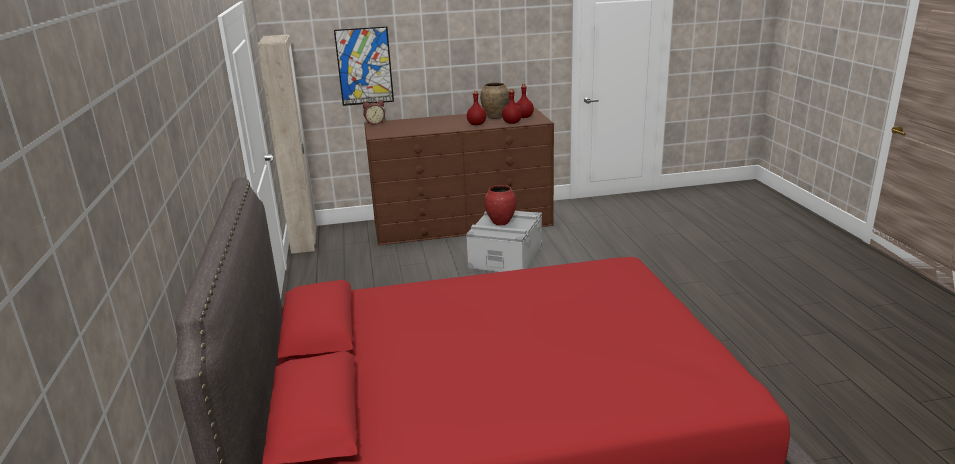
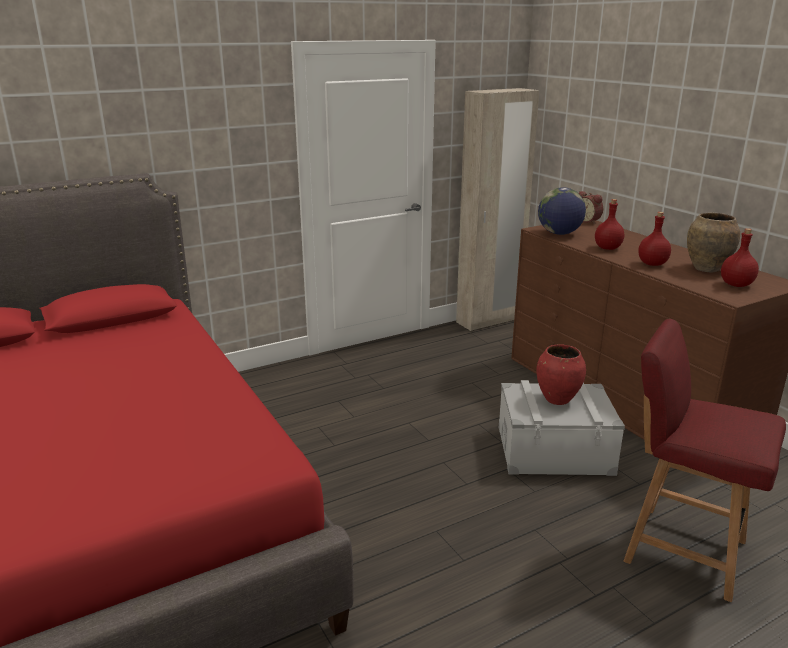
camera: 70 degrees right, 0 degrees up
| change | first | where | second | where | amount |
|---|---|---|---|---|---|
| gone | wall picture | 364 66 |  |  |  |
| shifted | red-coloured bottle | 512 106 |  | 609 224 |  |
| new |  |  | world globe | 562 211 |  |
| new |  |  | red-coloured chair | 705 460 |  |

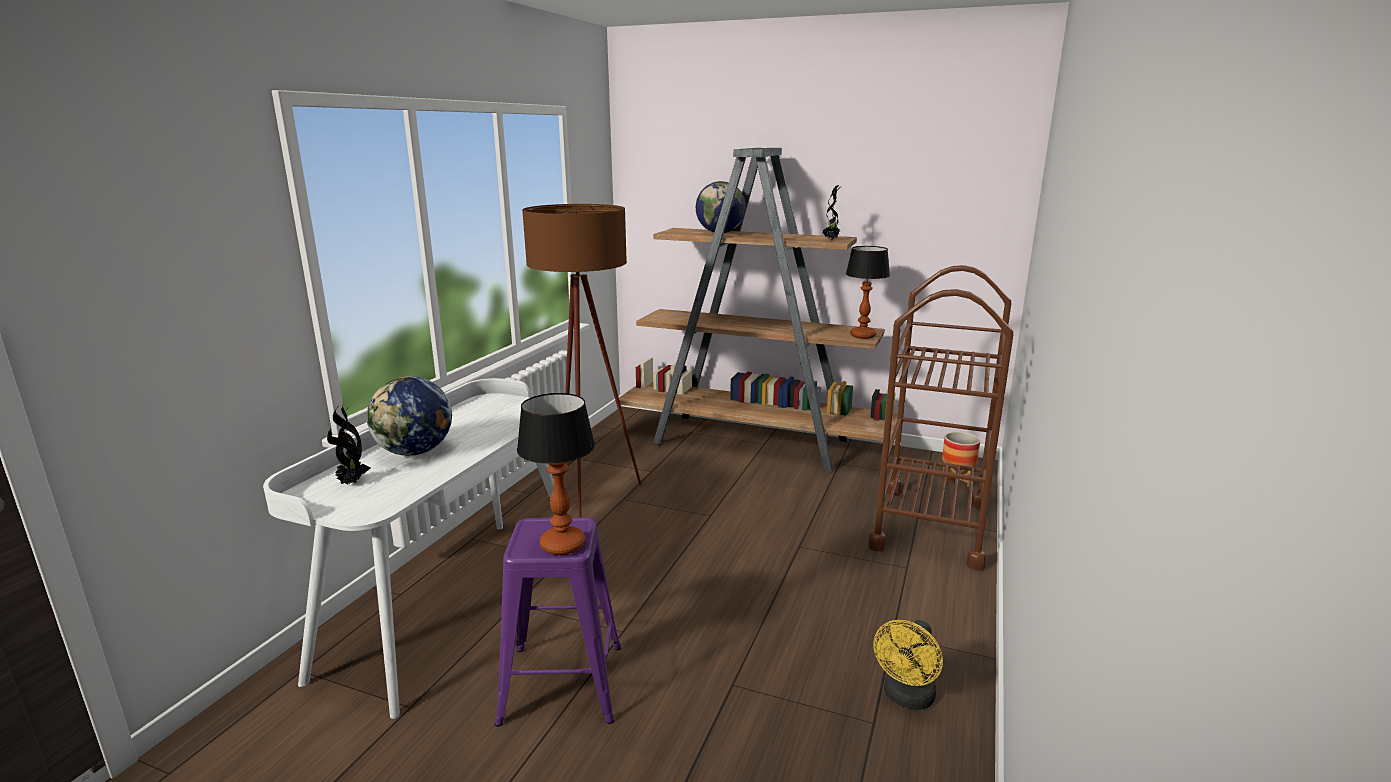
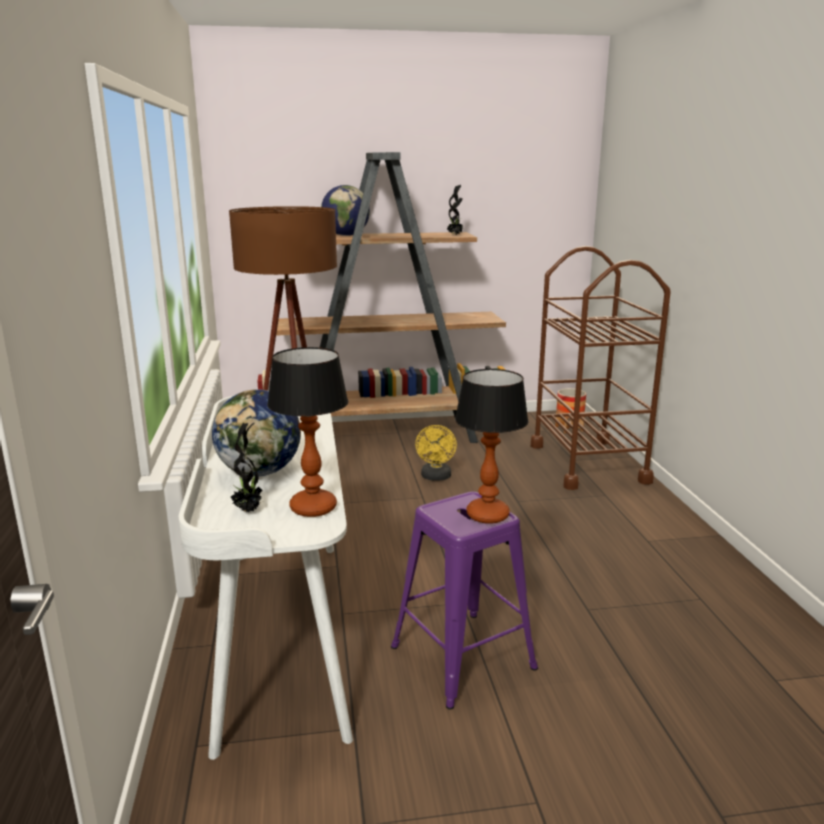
camera: 30 degrees left, 0 degrees up
| change | first | where | second | where | amount |
|---|---|---|---|---|---|
| shifted | tabletop lamp | 868 292 |  | 307 432 |  |
| shifted | yellowish fan | 908 665 |  | 436 453 |  |

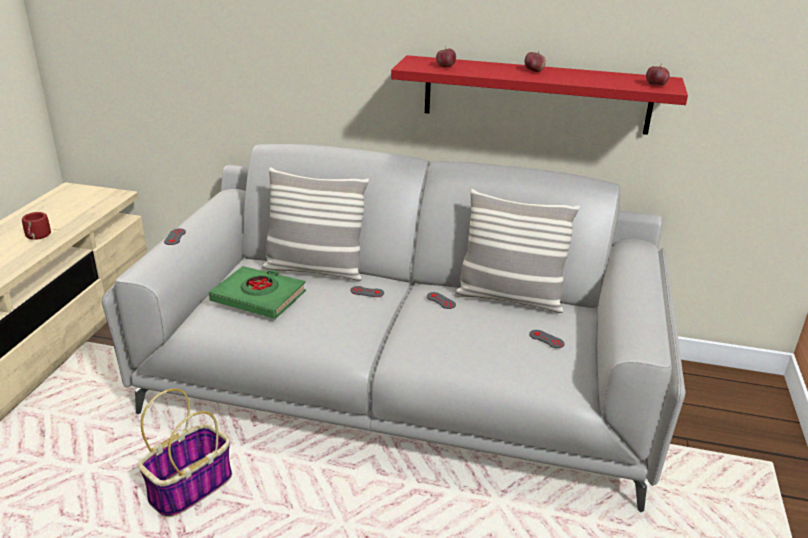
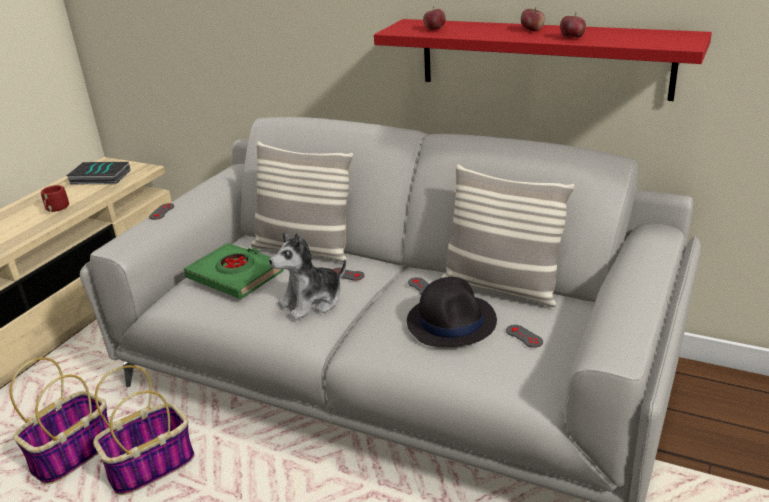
camera: 15 degrees right, 0 degrees up
| change | first | where | second | where | amount |
|---|---|---|---|---|---|
| shifted | apple | 657 75 |  | 573 26 |  |
| new |  |  | storage basket | 59 420 |  |
| new |  |  | book | 98 173 |  |
| new |  |  | plush toy | 307 276 |  |
| new |  |  | black-coloured wearable hat | 452 312 |  |

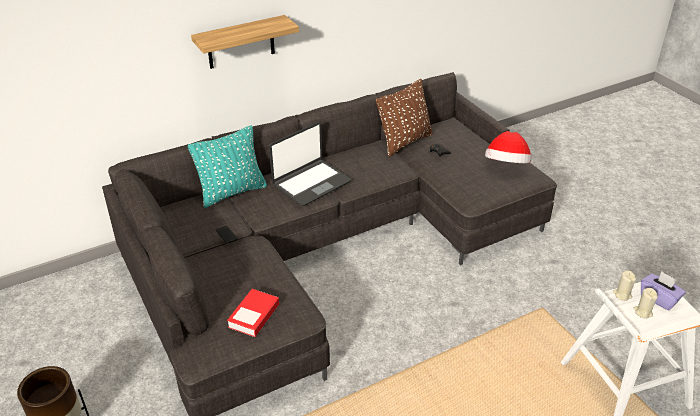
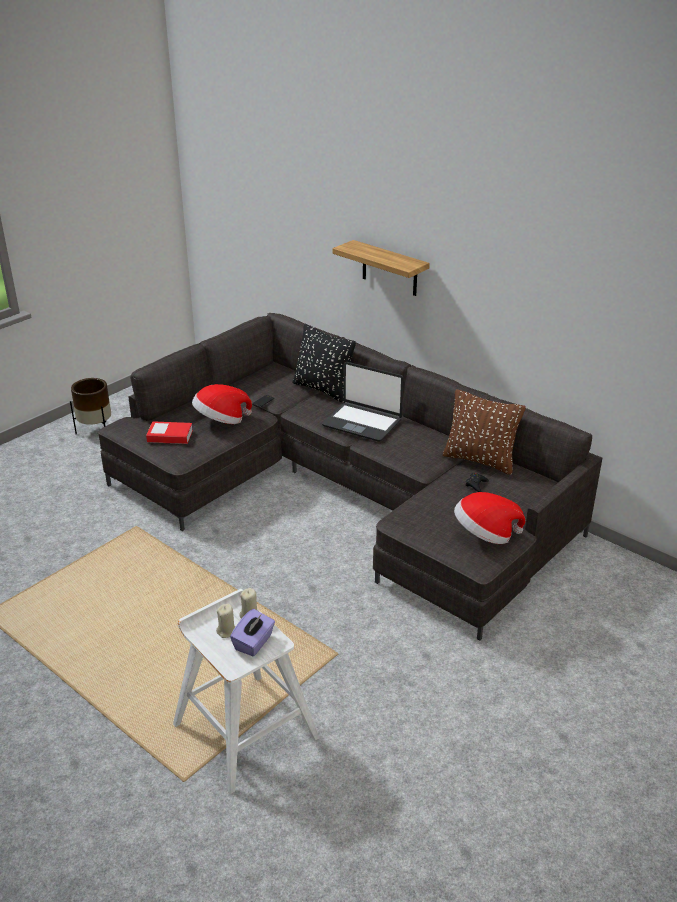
camera: 70 degrees right, 5 degrees down
| change | first | where | second | where | amount |
|---|---|---|---|---|---|
| repainted | turquoise cushion | 227 166 | black-coloured cushion | 324 363 |  |
| new |  |  | wearable hat | 222 404 |  |

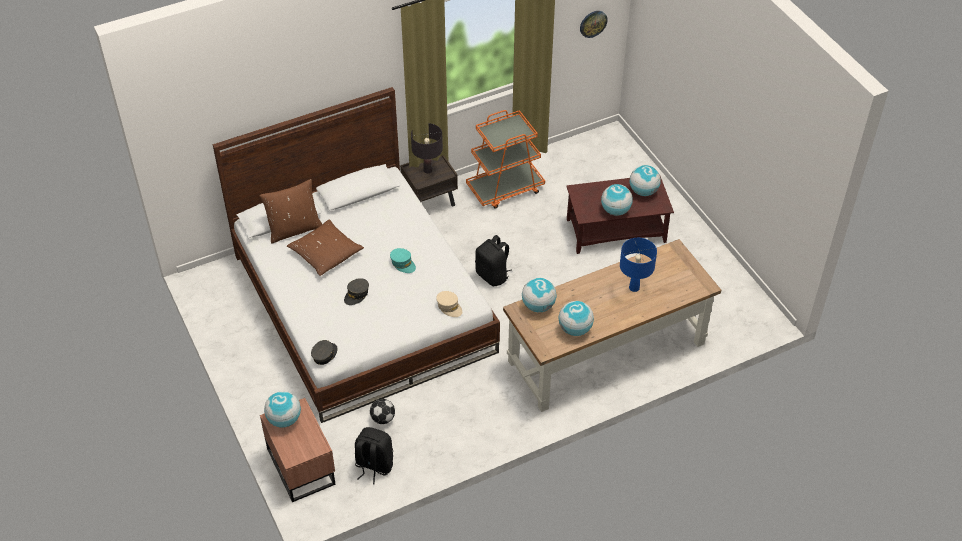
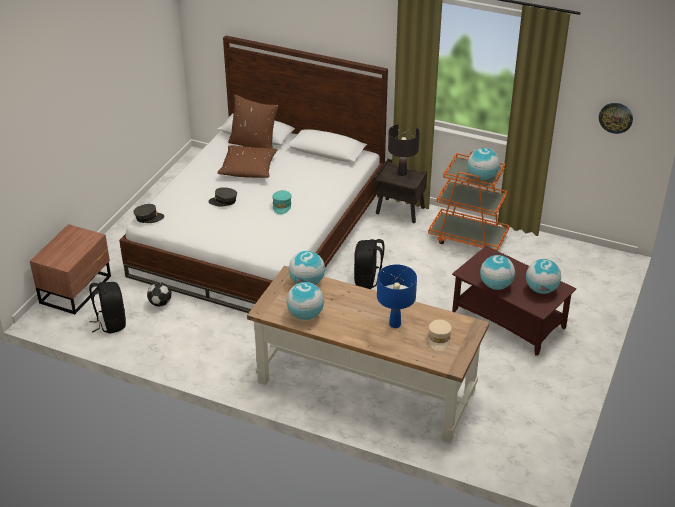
camera: 50 degrees right, 10 degrees down
| change | first | where | second | where | amount |
|---|---|---|---|---|---|
| shifted | world globe | 282 409 |  | 483 164 |  |
| shifted | sand-coloured baseball cap | 449 304 |  | 440 335 |  |

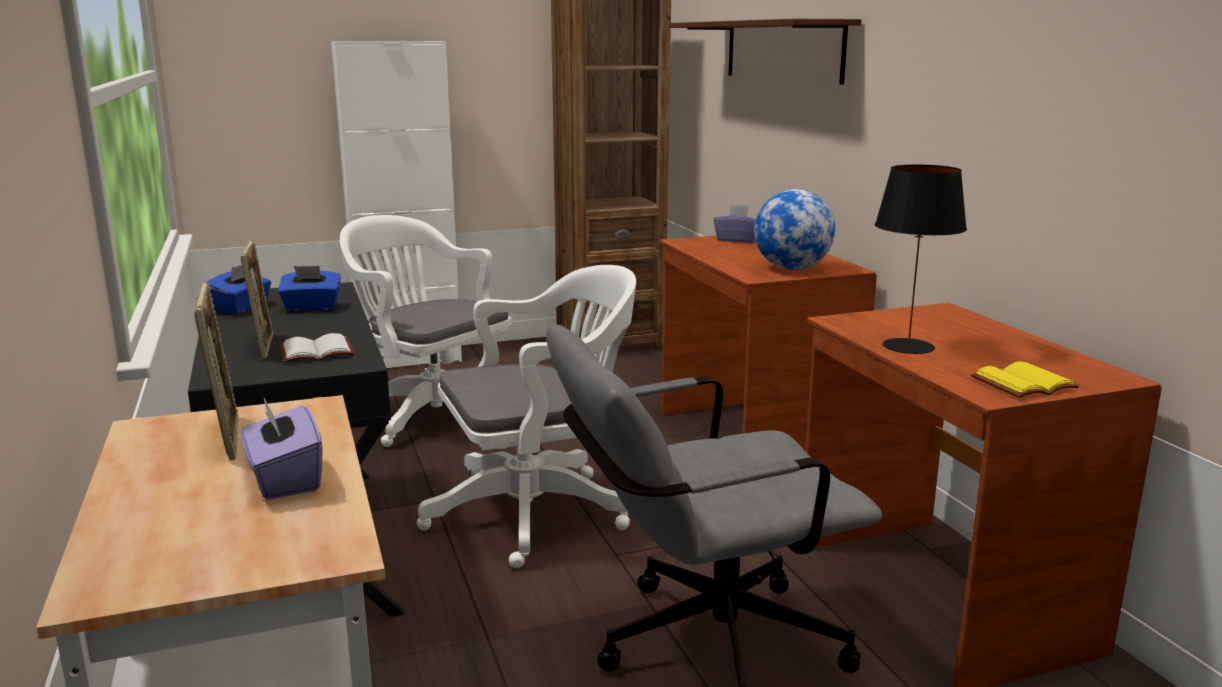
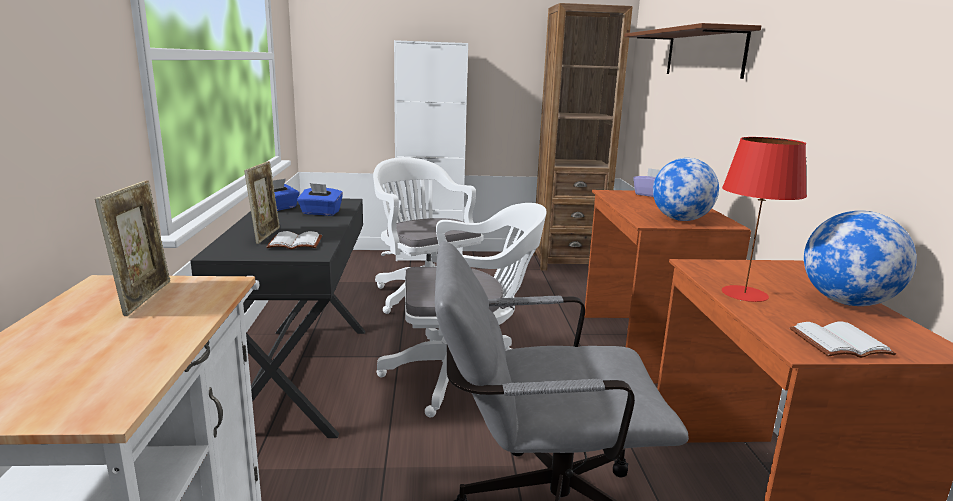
camera: 15 degrees right, 0 degrees up
| change | first | where | second | where | amount |
|---|---|---|---|---|---|
| gone | purplish tissue box | 281 449 |  |  |  |
| repainted | black-coloured tabletop lamp | 921 259 | red-coloured tabletop lamp | 764 219 |  |
| repainted | yellowish book | 1025 379 | white book | 843 339 |  |
| new |  |  | world globe | 860 258 |  |

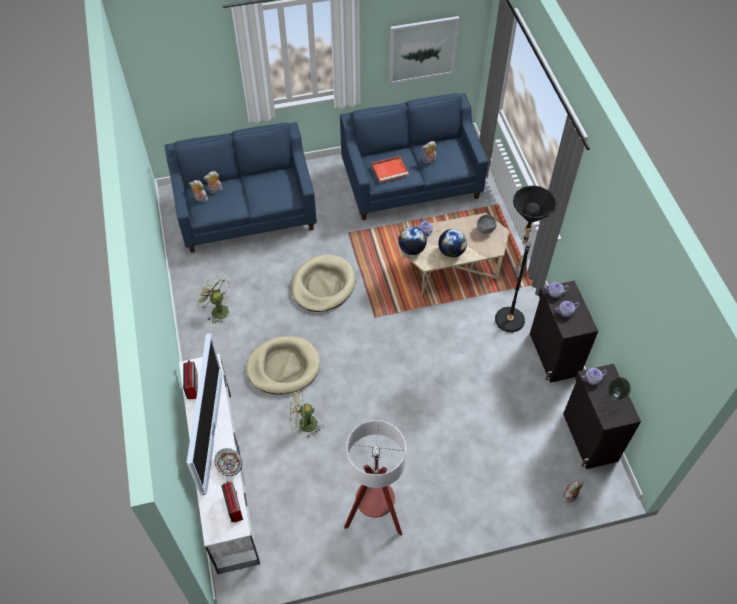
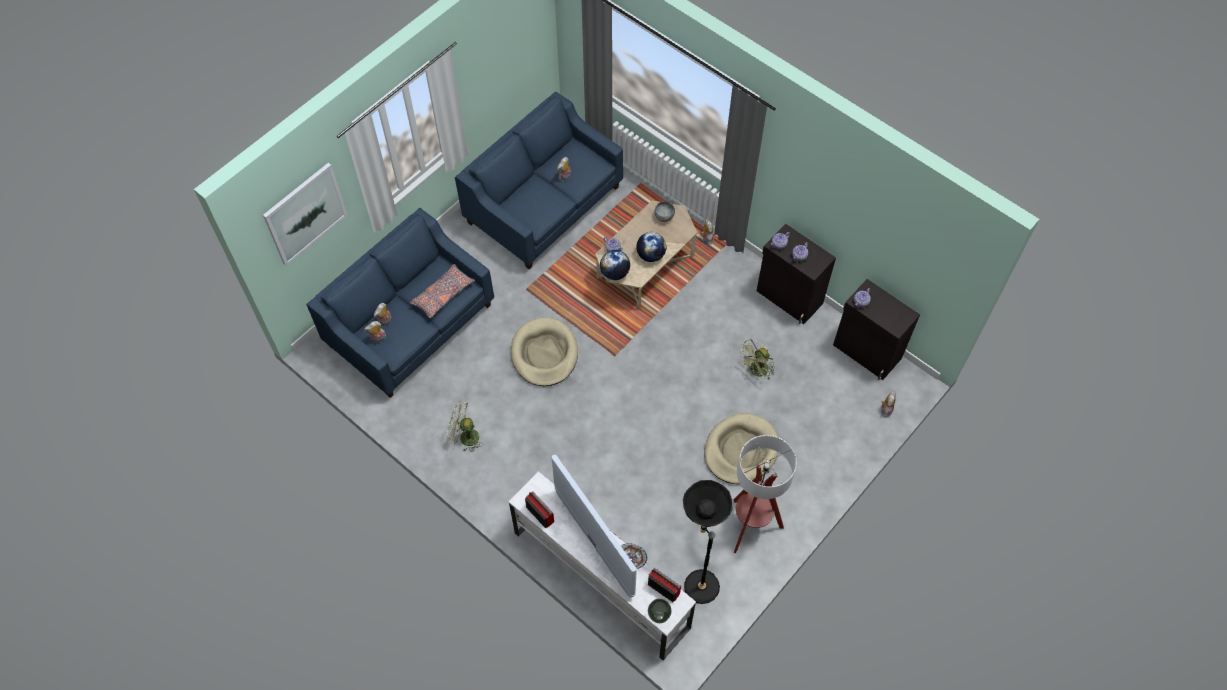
camera: 35 degrees left, 5 degrees up
| change | first | where | second | where | amount |
|---|---|---|---|---|---|
| shifted | sand-coloured dog cushion | 283 365 |  | 741 448 |  |
| shifted | green fan | 306 414 |  | 757 359 |  |
| gone | red-coloured carrying tray | 390 169 |  |  |  |
| shifted | wall picture | 424 50 |  | 305 214 |  |
| shifted | black-coloured standard lamp | 526 258 |  | 708 542 |  |
| shifted | flower vase | 619 389 |  | 660 611 |  |
| new |  |  | gray cushion | 442 291 |  |

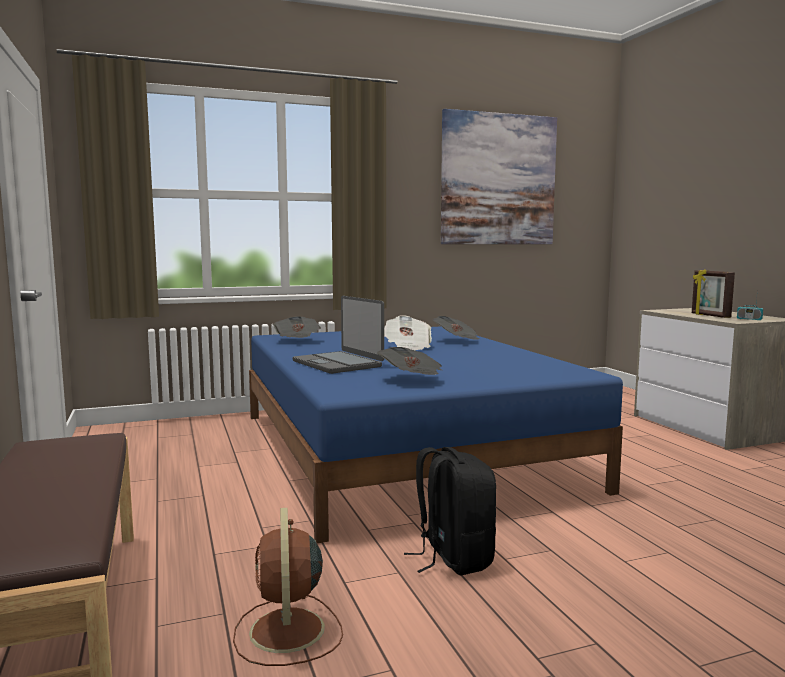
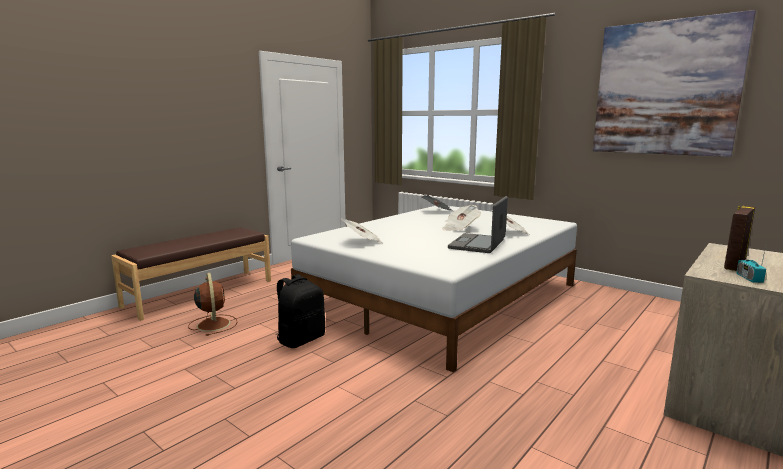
camera: 60 degrees right, 5 degrees up
| change | first | where | second | where | amount |
|---|---|---|---|---|---|
| rotated | brownish fan | 288 587 |  | 212 304 | 105 degrees clockwise |
| repainted | blue-coloured bedroom bed | 436 434 | white bedroom bed | 434 289 |  |
| shifted | portable computer | 338 335 |  | 478 224 |  |

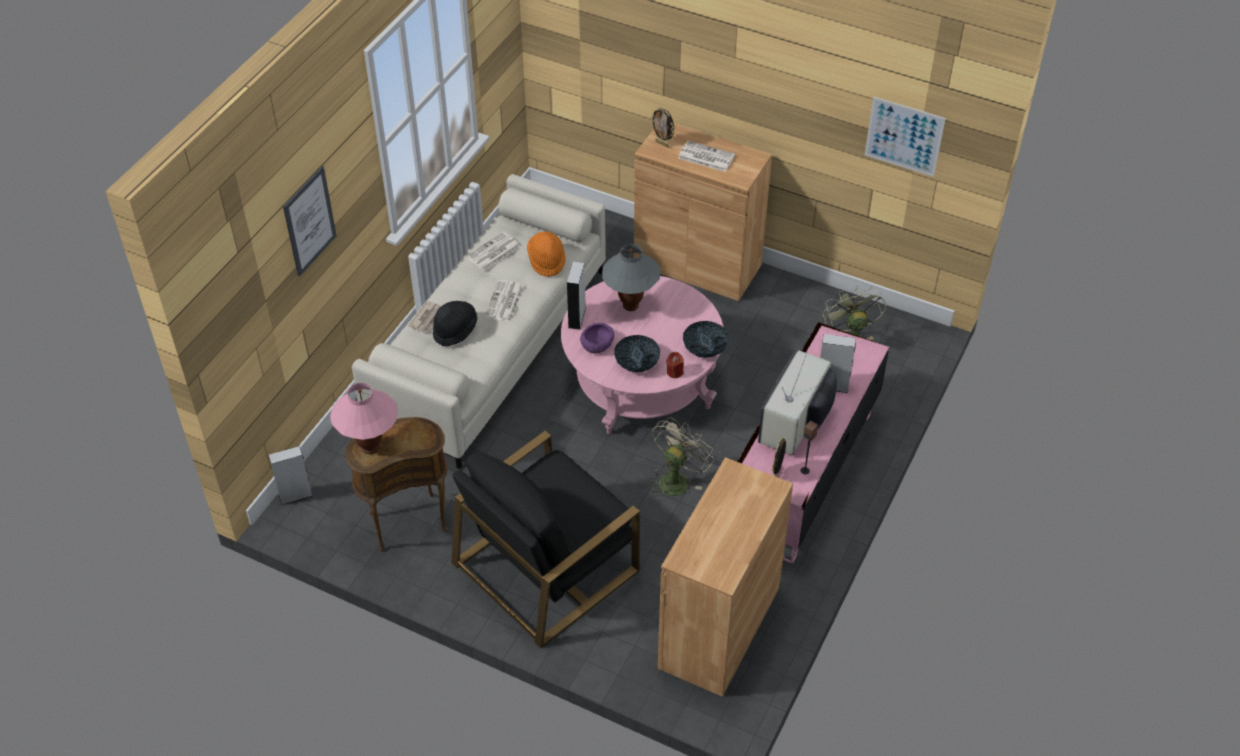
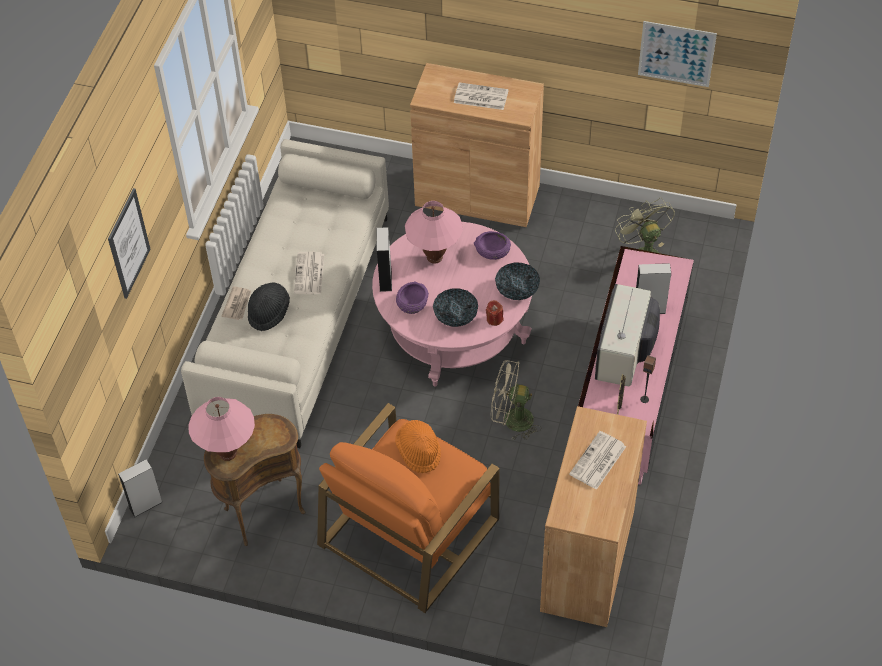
camera: 10 degrees left, 5 degrees up
| change | first | where | second | where | amount |
|---|---|---|---|---|---|
| repainted | black-coloured lounge chair | 545 539 | orangey lounge chair | 408 508 |  |
| shifted | daily paper | 493 251 |  | 597 460 |  |
| shifted | orangey wearable hat | 546 253 |  | 418 446 |  |
| repainted | gray tabletop lamp | 631 277 | pinkish tabletop lamp | 434 232 |  |
| rotated | sand-coloured fan | 681 457 |  | 516 400 | 105 degrees counterclockwise |
| gone | photo frame | 662 128 |  |  |  |
| new |  |  | purplish bowl | 492 245 |  |

